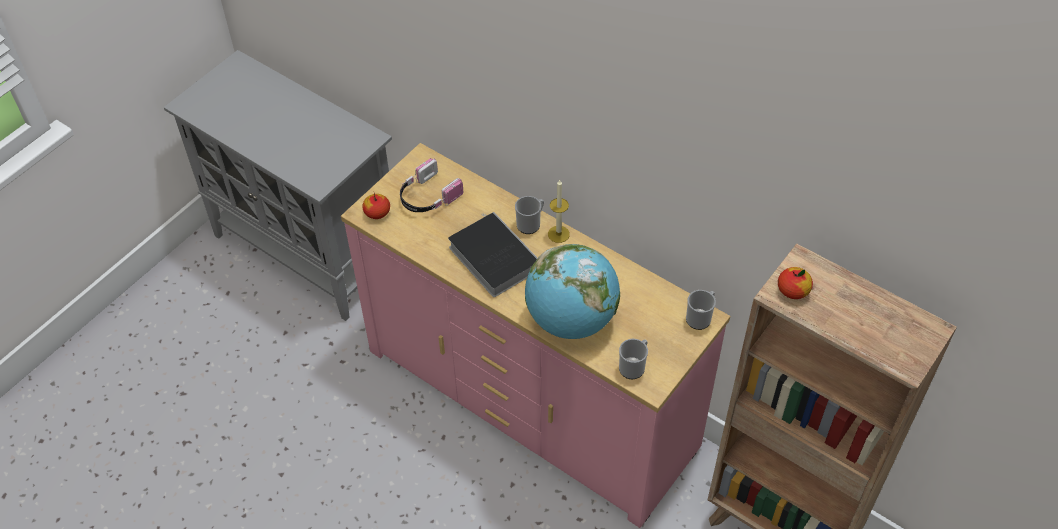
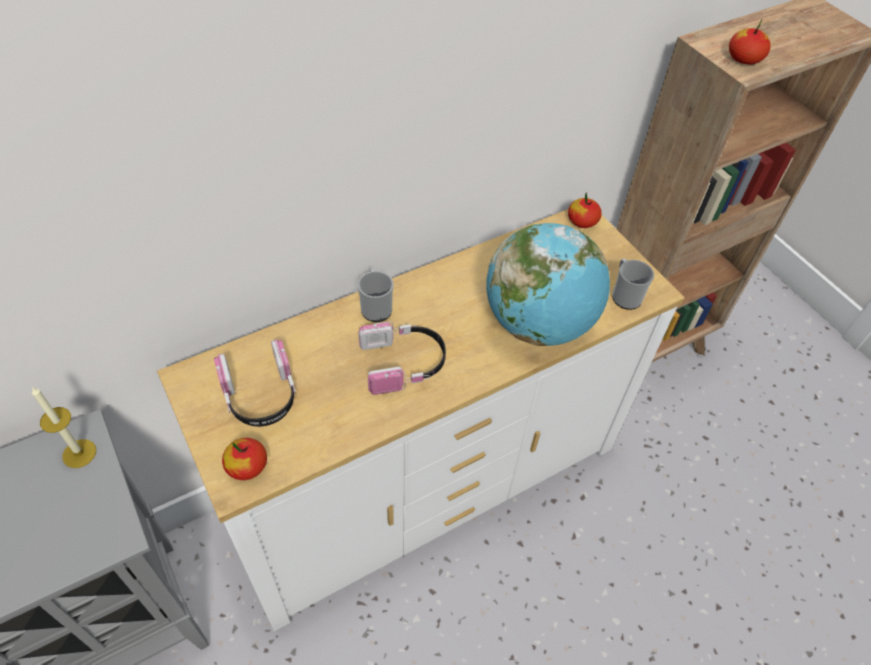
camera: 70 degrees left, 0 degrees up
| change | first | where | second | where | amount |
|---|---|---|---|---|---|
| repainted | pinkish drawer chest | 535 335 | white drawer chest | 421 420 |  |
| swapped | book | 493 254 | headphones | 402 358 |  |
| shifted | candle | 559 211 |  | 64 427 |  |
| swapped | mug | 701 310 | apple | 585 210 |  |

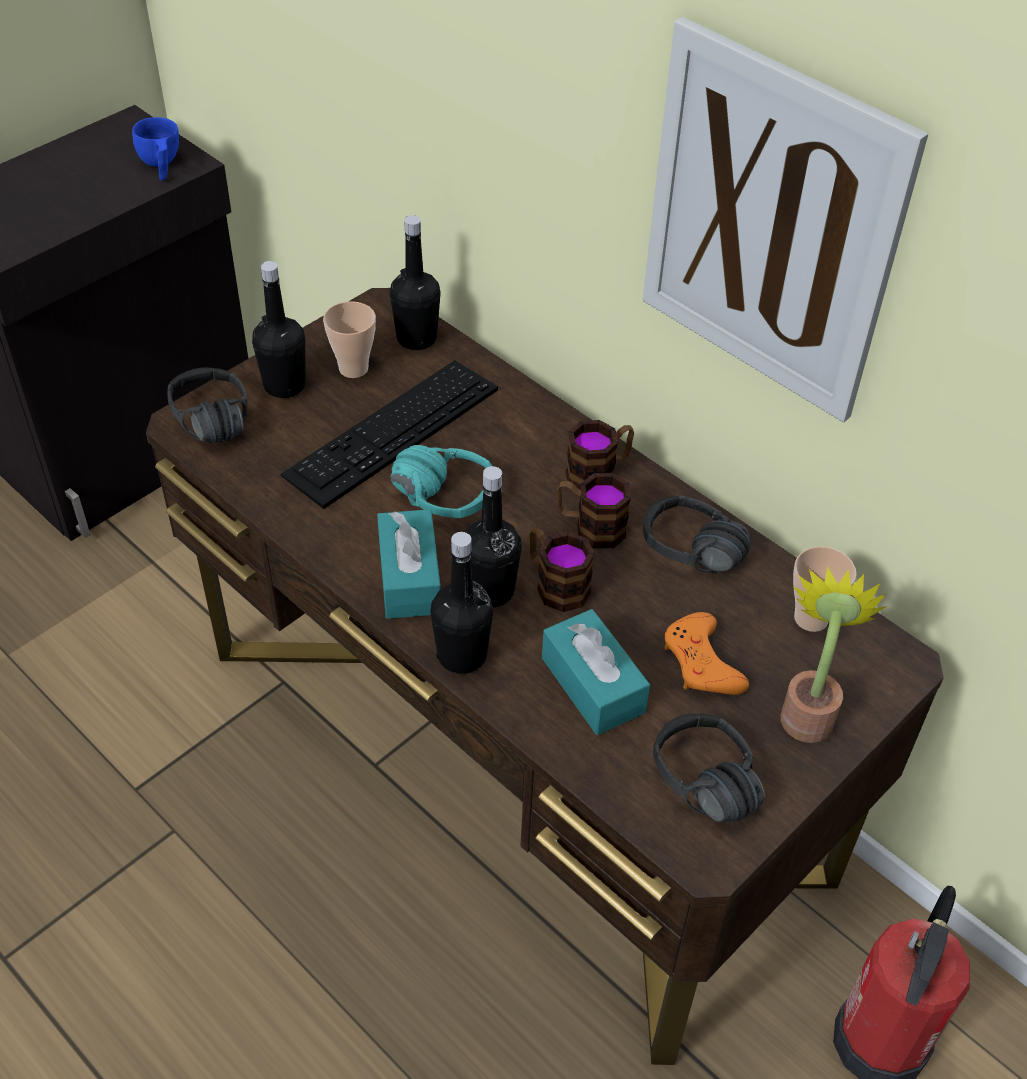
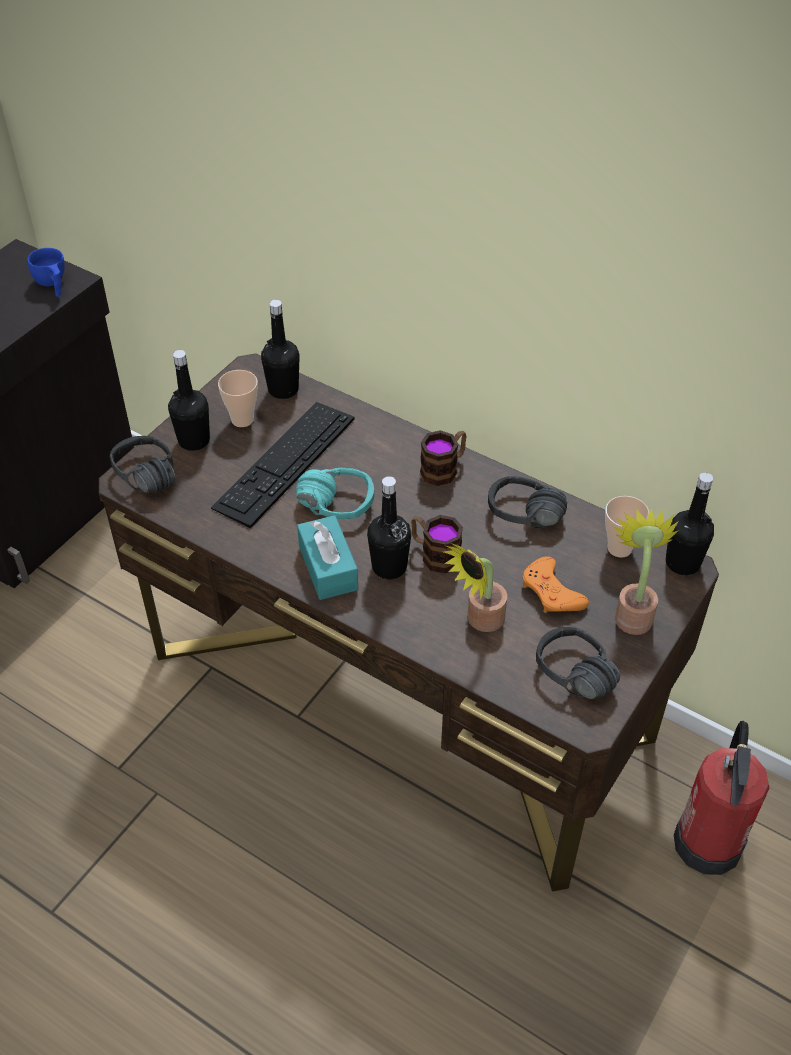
camera: 10 degrees left, 0 degrees up
| change | first | where | second | where | amount |
|---|---|---|---|---|---|
| shifted | black-coloured bottle | 462 603 |  | 690 523 |  |
| swapped | turquoise tissue box | 596 672 | plant in a pot | 475 587 |  |
| gone | mug | 594 510 |  |  |  |
| gone | wall picture | 785 220 |  |  |  |

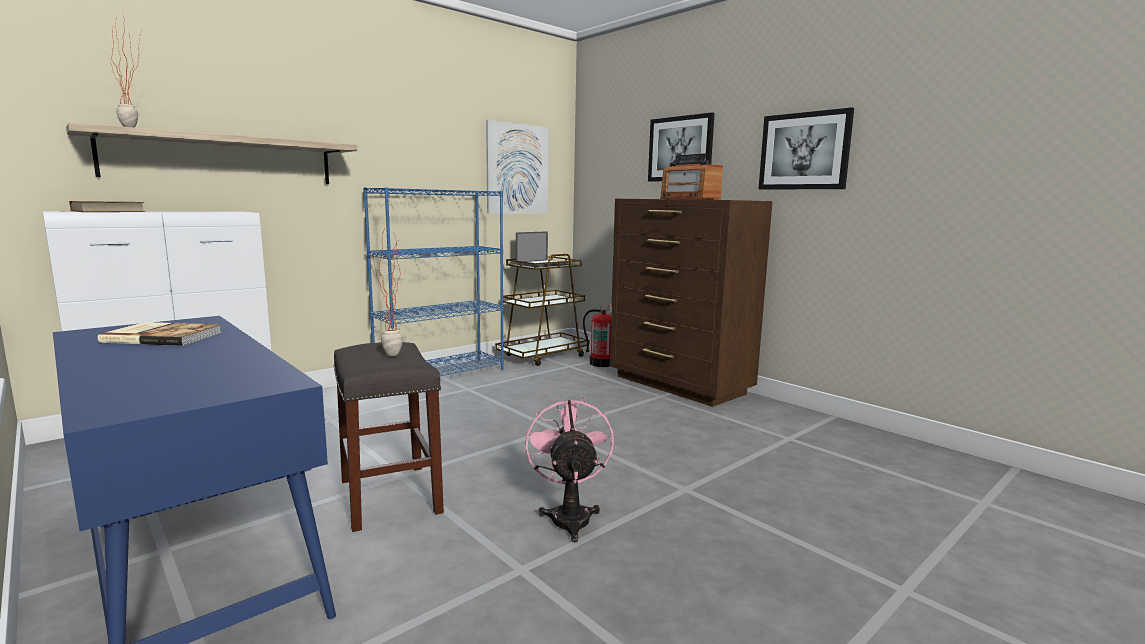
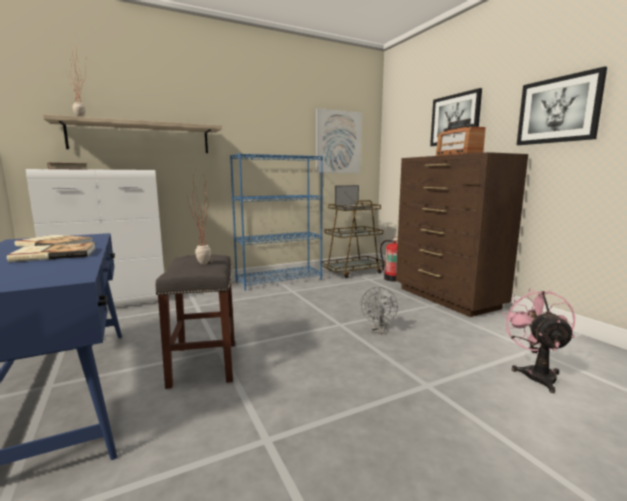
camera: 15 degrees right, 0 degrees up
| change | first | where | second | where | amount |
|---|---|---|---|---|---|
| shifted | pinkish fan | 569 469 |  | 538 340 |  |
| new |  |  | book | 51 252 |  |
| new |  |  | gray fan | 379 310 |  |

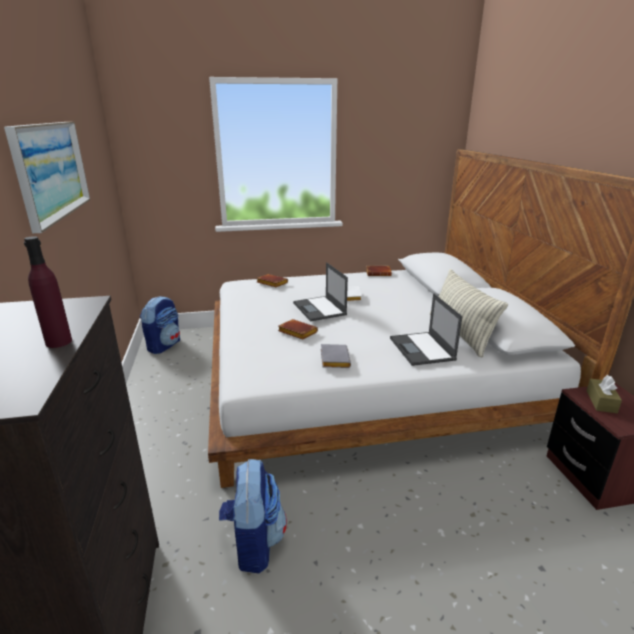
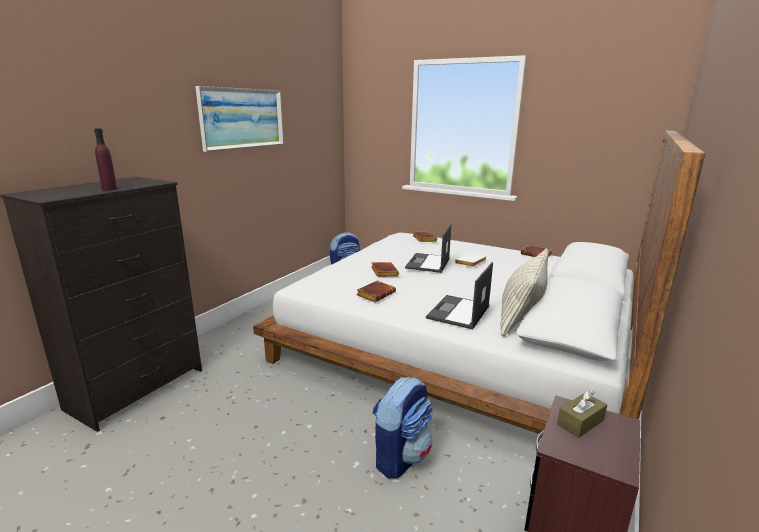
camera: 40 degrees right, 5 degrees down
| change | first | where | second | where | amount |
|---|---|---|---|---|---|
| shifted | backpack | 253 516 |  | 403 427 |  |
| repainted | gray book | 336 356 | brownish book | 376 291 |  |

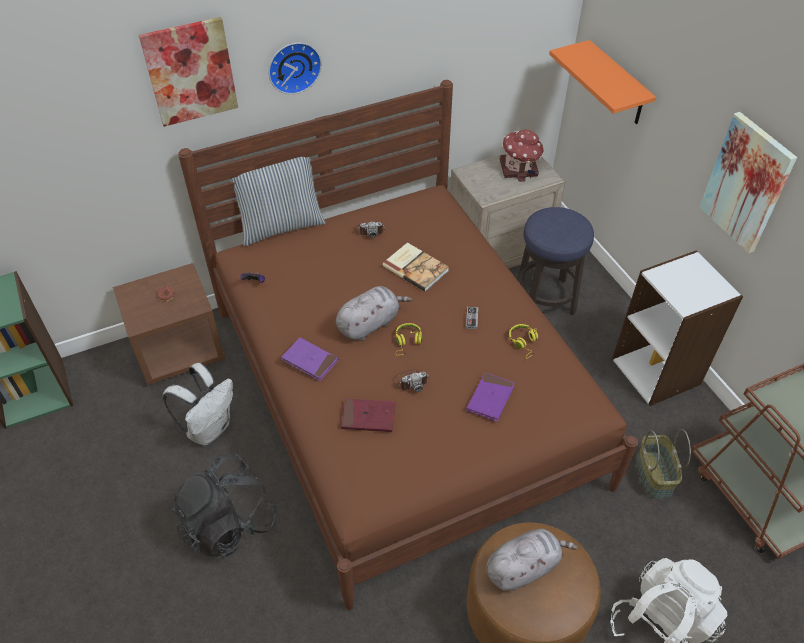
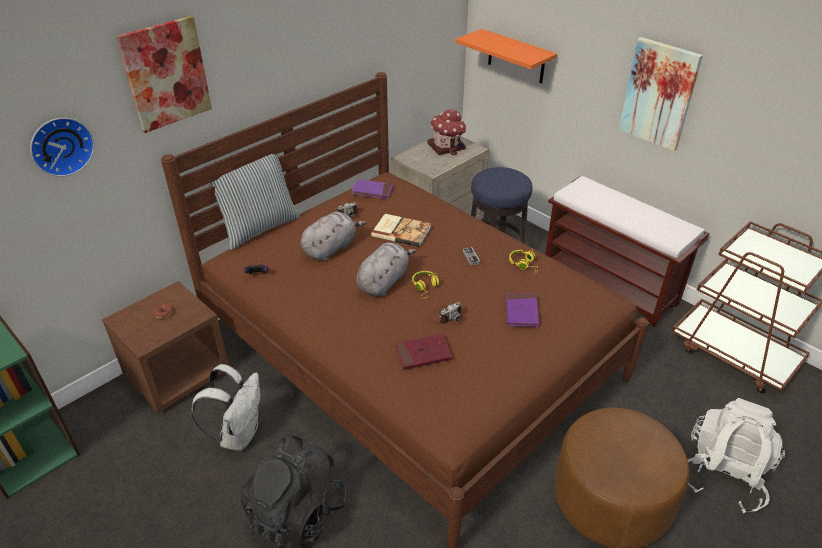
camera: 20 degrees left, 10 degrees down
| change | first | where | second | where | amount |
|---|---|---|---|---|---|
| shifted | hanging clock | 295 68 |  | 62 147 |  |
| shifted | purplish book | 310 359 |  | 372 189 |  |
| shifted | gray plush toy | 532 560 |  | 333 236 |  |
| swapped | white bookcase | 677 328 | brownish long seat | 627 251 |  |
| gone | storage basket | 663 464 |  |  |  |

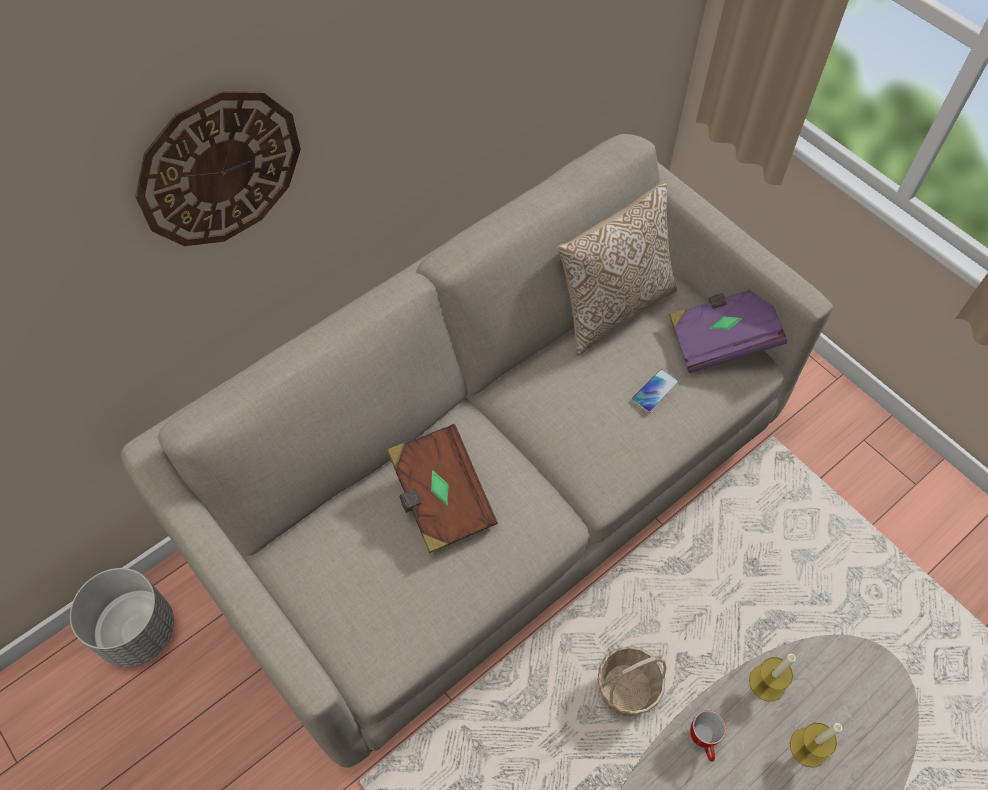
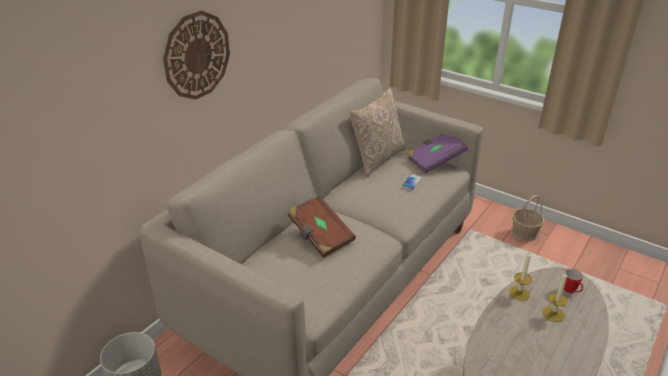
camera: 15 degrees left, 25 degrees down
| change | first | where | second | where | amount |
|---|---|---|---|---|---|
| shifted | storage basket | 631 681 |  | 528 218 |  |
| shifted | mug | 708 736 |  | 573 281 |  |

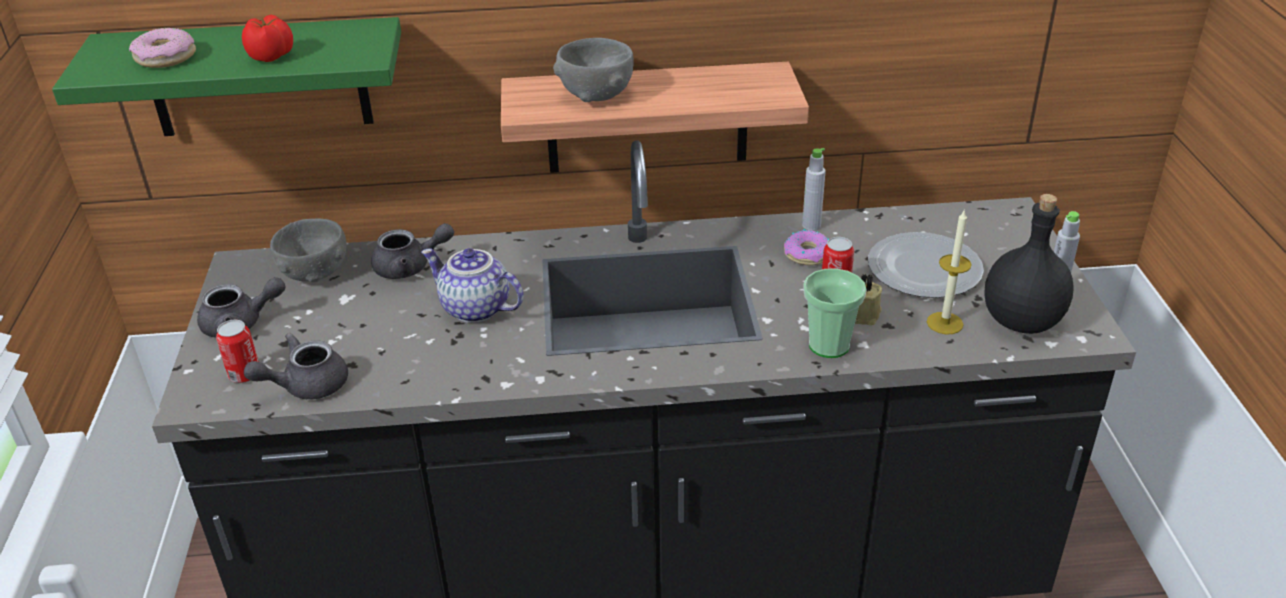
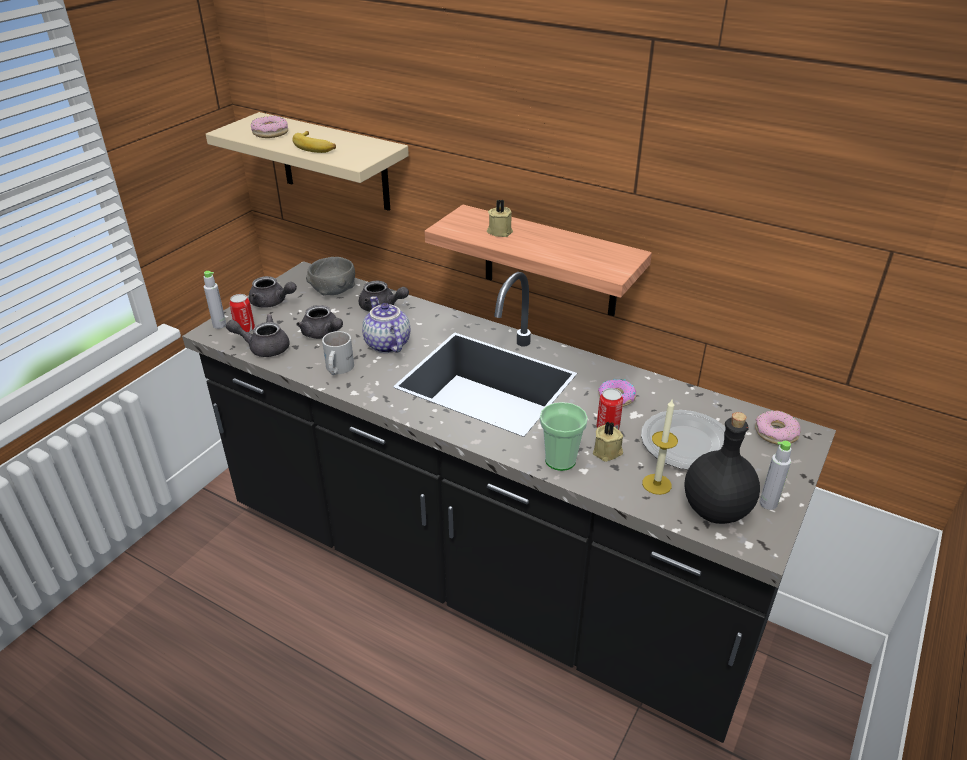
camera: 35 degrees right, 0 degrees up
| change | first | where | second | where | amount |
|---|---|---|---|---|---|
| repainted | green shelf | 226 76 | sand-coloured shelf | 307 161 |  |
| swapped | fresh tomato | 267 38 | banana fruit | 314 142 |  |
| swapped | gray bowl | 593 70 | sand-coloured candle | 500 218 |  |
| shifted | gray bottle | 814 189 |  | 215 300 |  |
| new |  |  | gray pot for tea | 320 322 |  |
| new |  |  | white mug | 338 353 |  |
| new |  |  | donut | 778 428 |  |

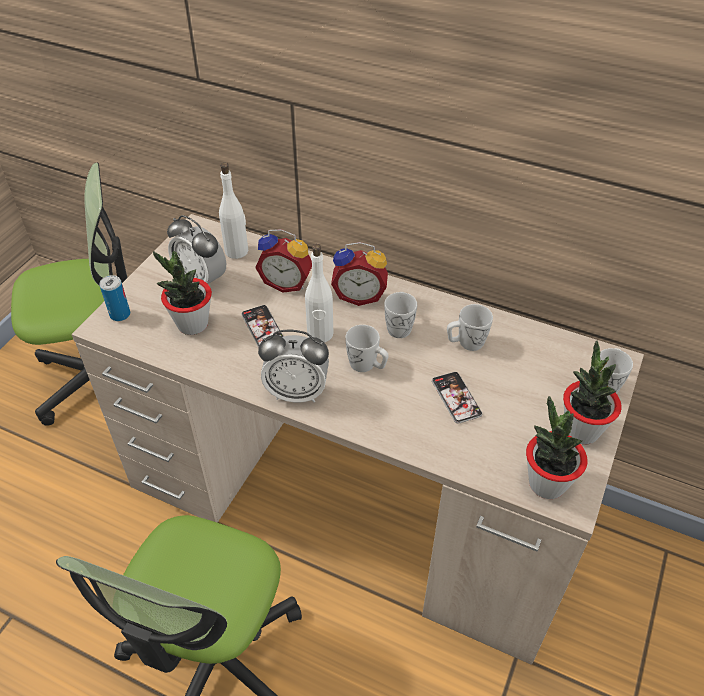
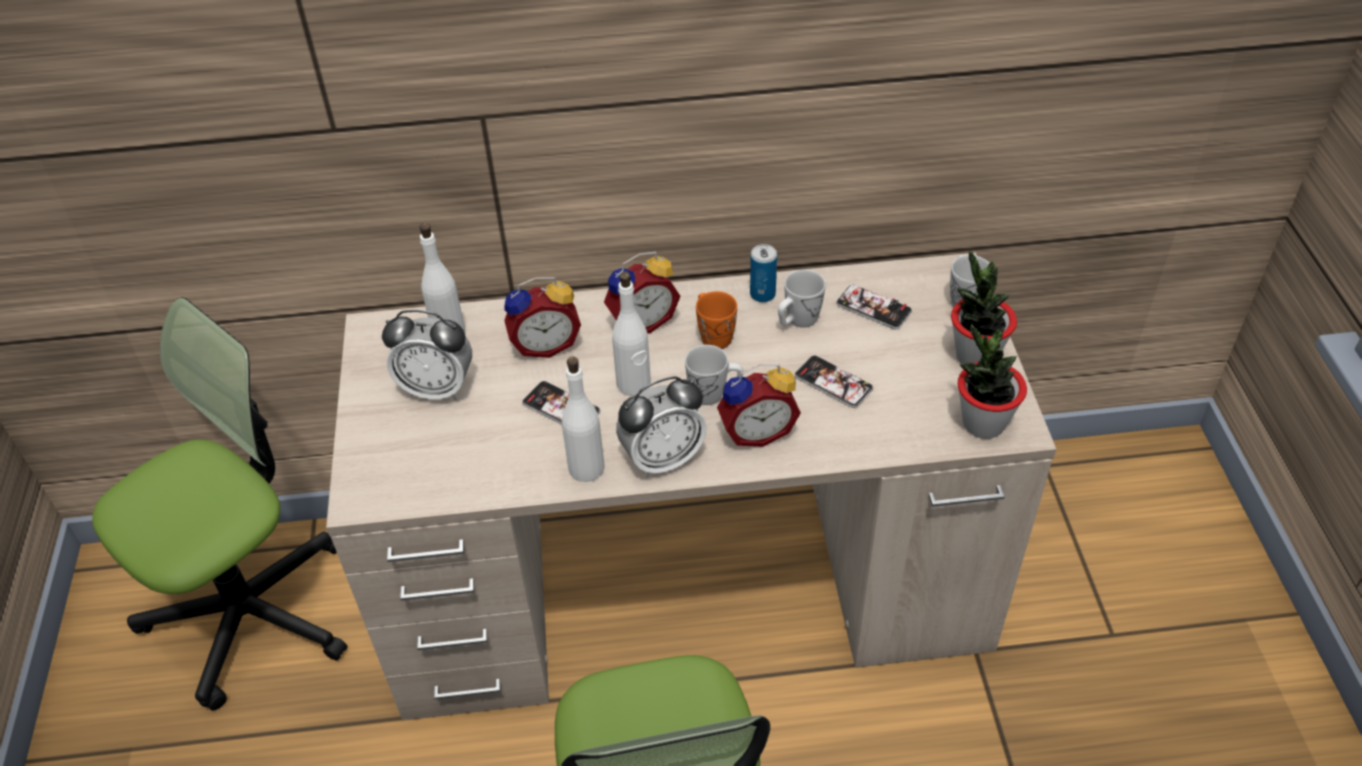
camera: 30 degrees left, 0 degrees up
| change | first | where | second | where | amount |
|---|---|---|---|---|---|
| shifted | can | 115 298 |  | 763 273 |  |
| gone | plant in a pot | 182 293 |  |  |  |
| repainted | white mug | 400 315 | orangey mug | 716 320 |  |
| new |  |  | white bottle | 583 419 |  |
| new |  |  | table clock | 759 405 |  |
| new |  |  | telephone | 874 306 |  |

